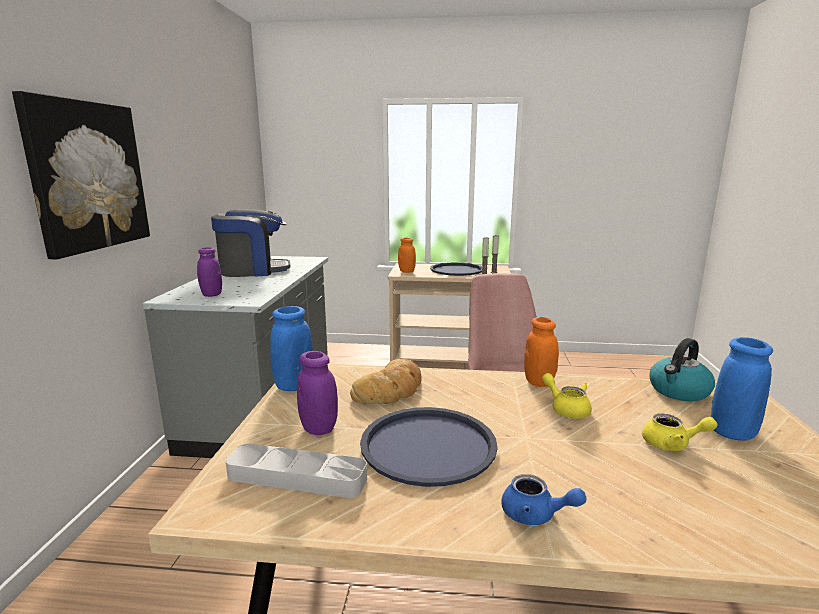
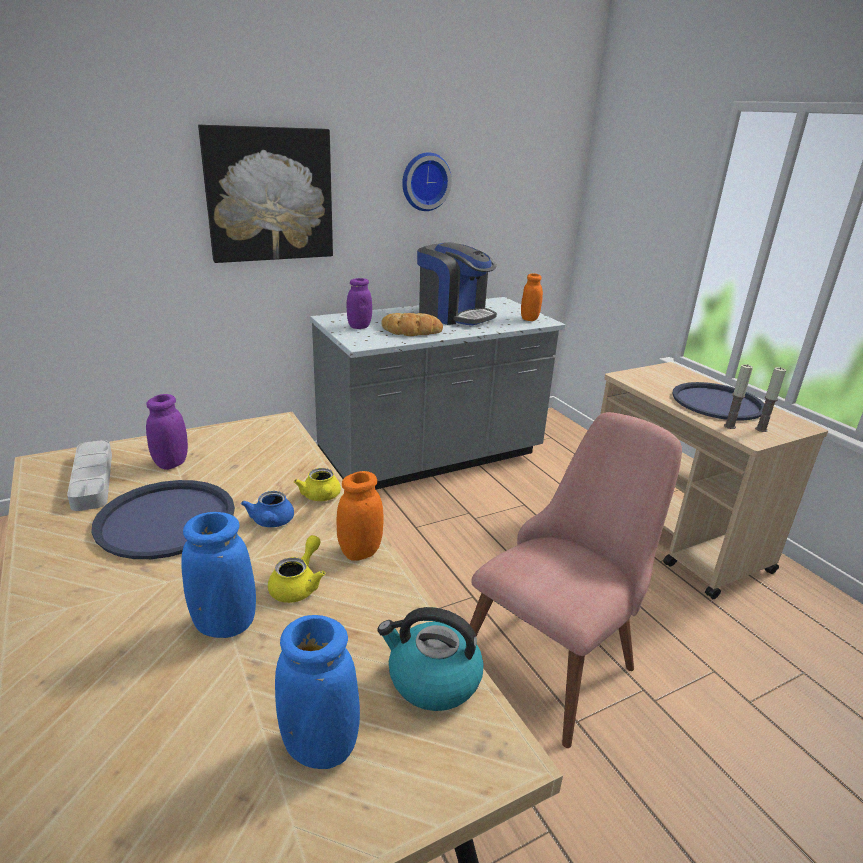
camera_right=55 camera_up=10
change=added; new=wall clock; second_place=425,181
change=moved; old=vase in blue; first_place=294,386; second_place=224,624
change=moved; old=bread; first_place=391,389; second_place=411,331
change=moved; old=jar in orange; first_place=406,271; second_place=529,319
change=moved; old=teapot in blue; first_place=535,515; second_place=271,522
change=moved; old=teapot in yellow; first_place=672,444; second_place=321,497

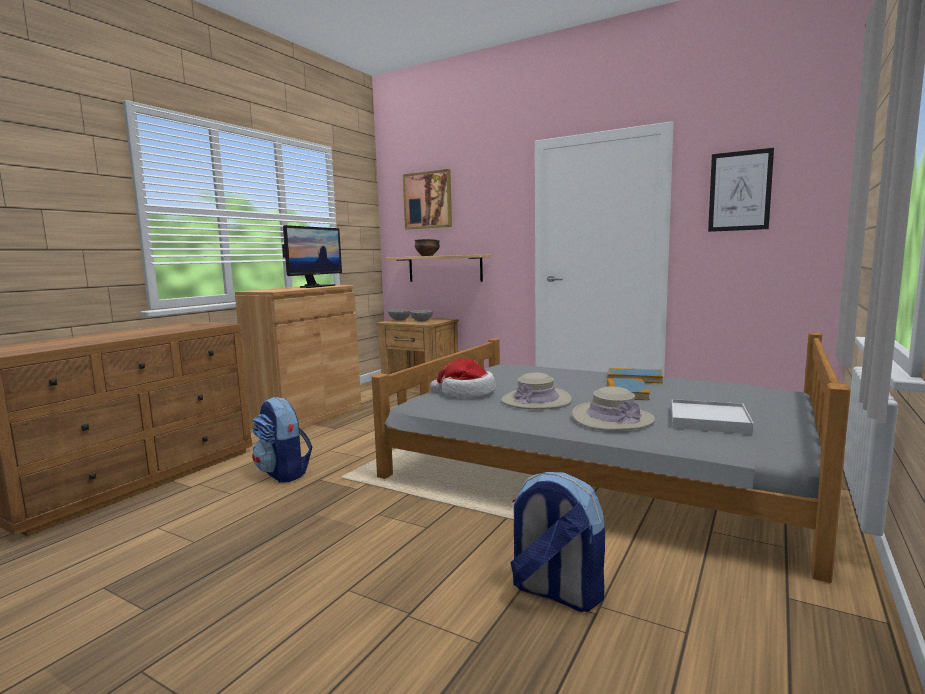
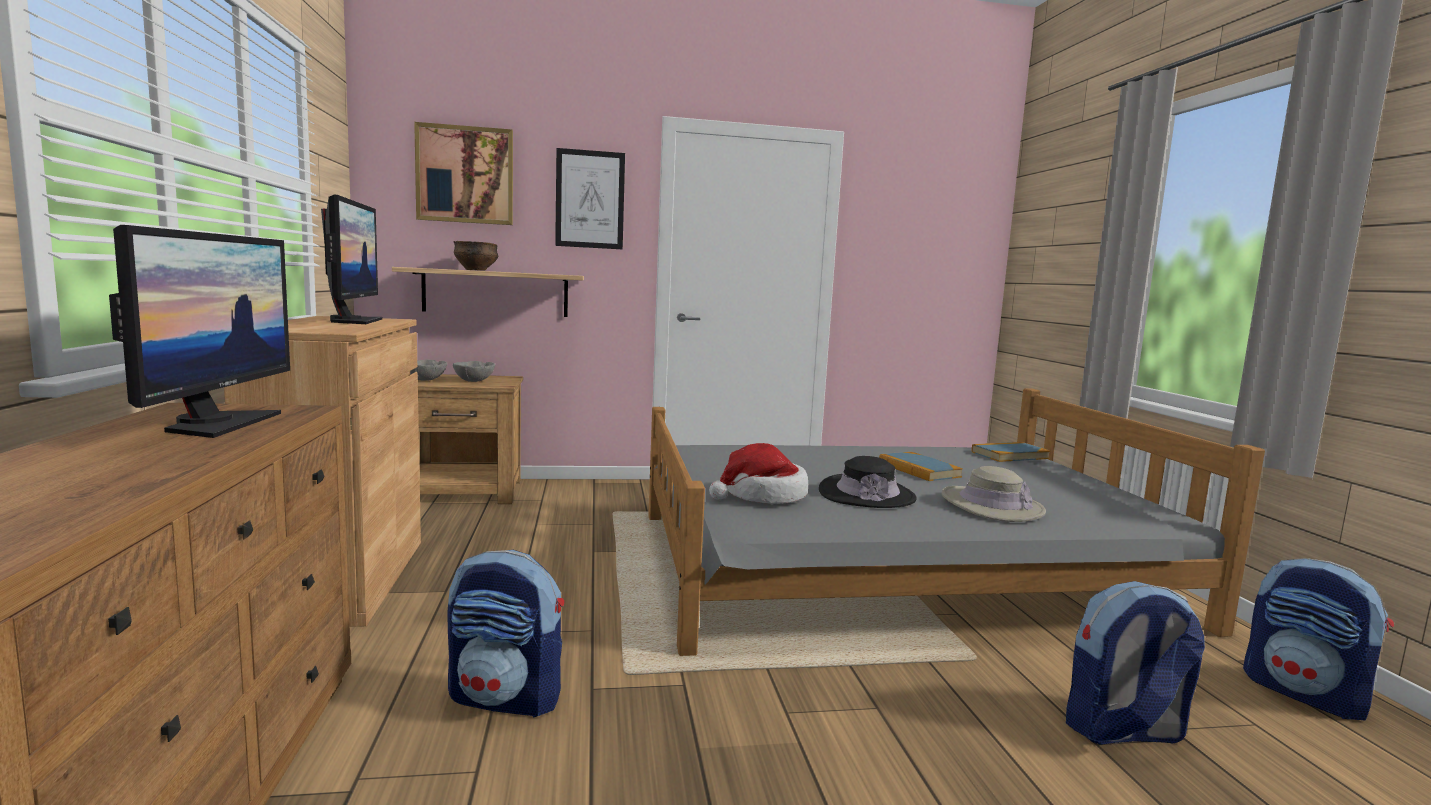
camera_right=-40 camera_up=0
change=removed; old=tray in white; first_place=709,420
change=added; new=monitor; second_place=217,423
change=added; new=backpack; second_place=1306,694
change=moved; old=book; first_place=634,378; second_place=1009,455
change=moved; old=picture; first_place=740,191; second_place=590,199
change=recoloured; old=hat in beige; new=hat in black; first_place=536,400; second_place=866,494

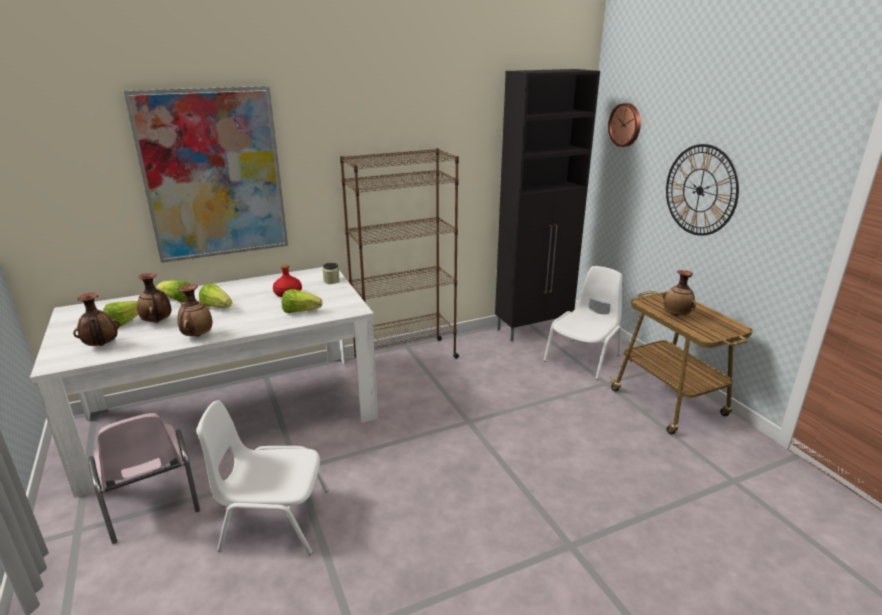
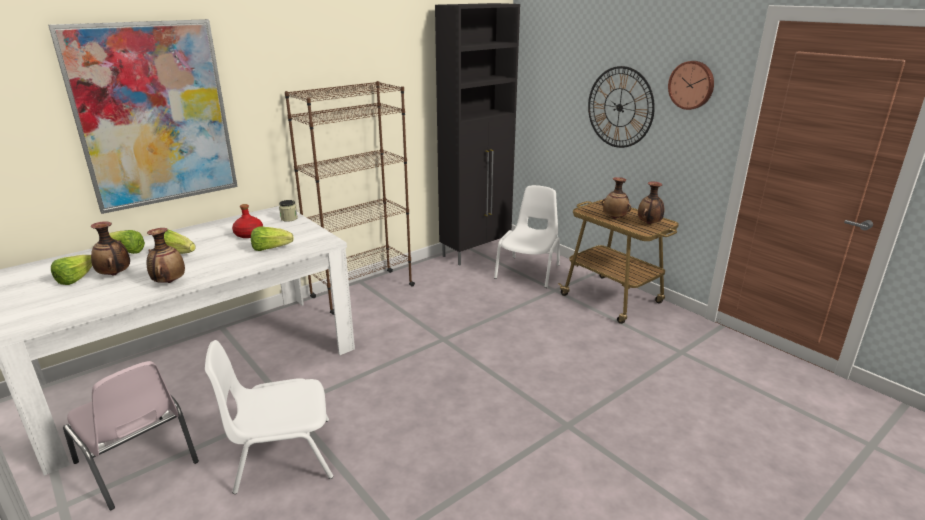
camera_right=-15 camera_up=0
change=moved; old=vase; first_place=101,345; second_place=649,223
change=moved; old=wall clock; first_place=626,125; second_place=692,85

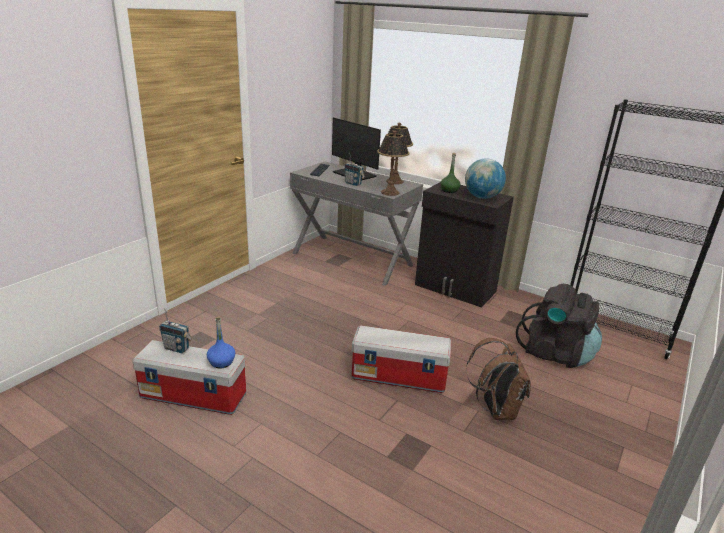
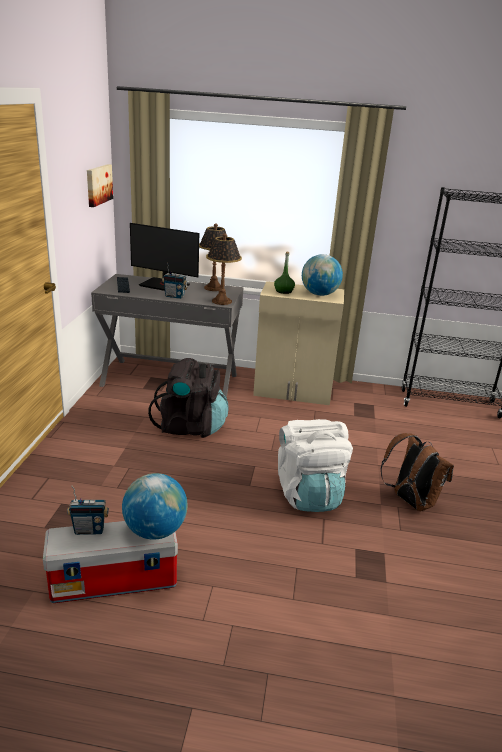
camera_right=-25 camera_up=0
change=added; new=picture; second_place=98,185
change=moved; old=backpack in black; first_place=555,353; second_place=190,426
change=replaced; old=bottle in blue; new=globe; first_place=221,362; second_place=155,530
change=replaced; old=storage box; new=backpack in white; first_place=400,376; second_place=309,494
change=recoloured; old=cabinet in black; new=cabinet in beige; first_place=455,289; second_place=293,391

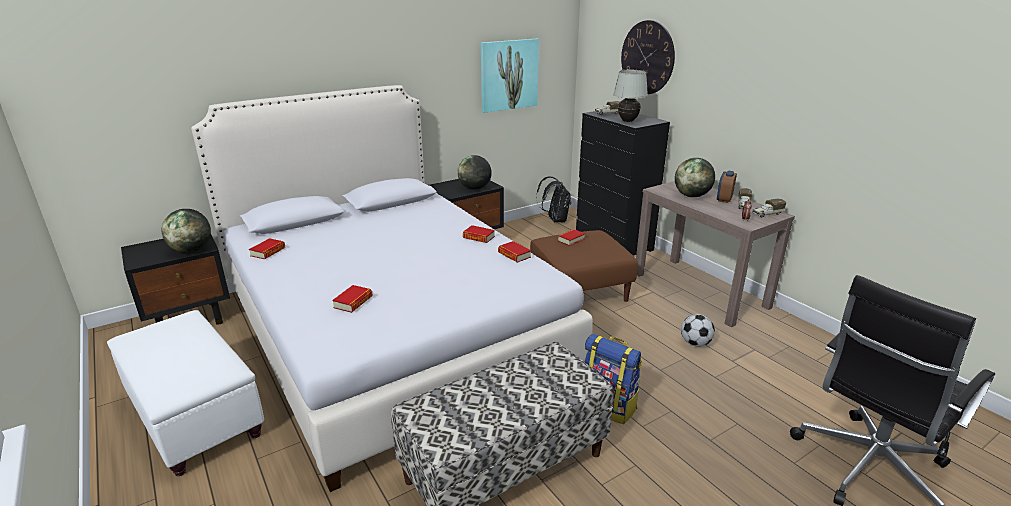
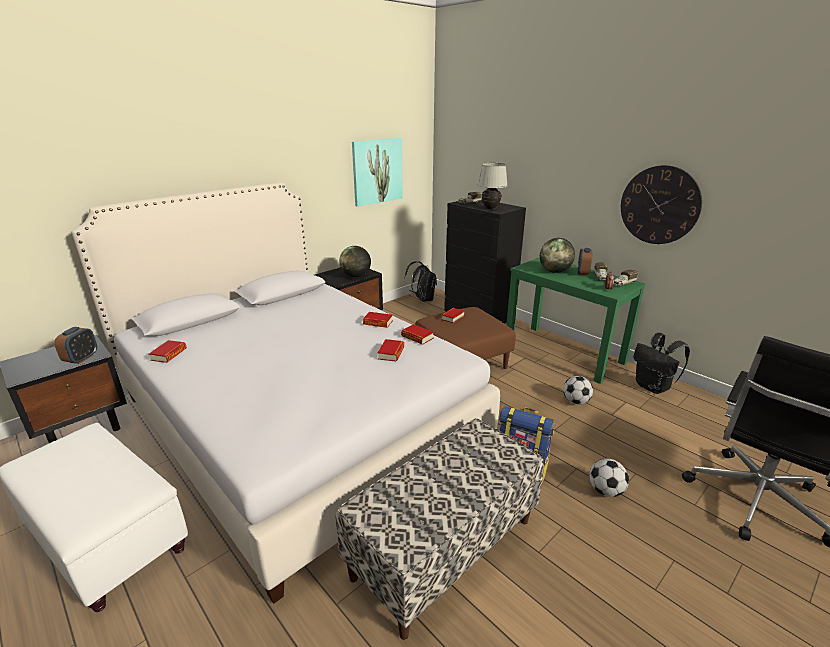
camera_right=-10 camera_up=0
change=added; new=football; second_place=605,491
change=added; new=backpack in black; second_place=653,387
change=moved; old=book; first_place=353,302; second_place=391,353
change=moved; old=wall clock; first_place=647,57; second_place=659,205
change=replaced; old=globe; new=alarm clock; first_place=191,250; second_place=81,359
change=recoloured; old=console table in brown; new=console table in green; first_place=700,290; second_place=563,352

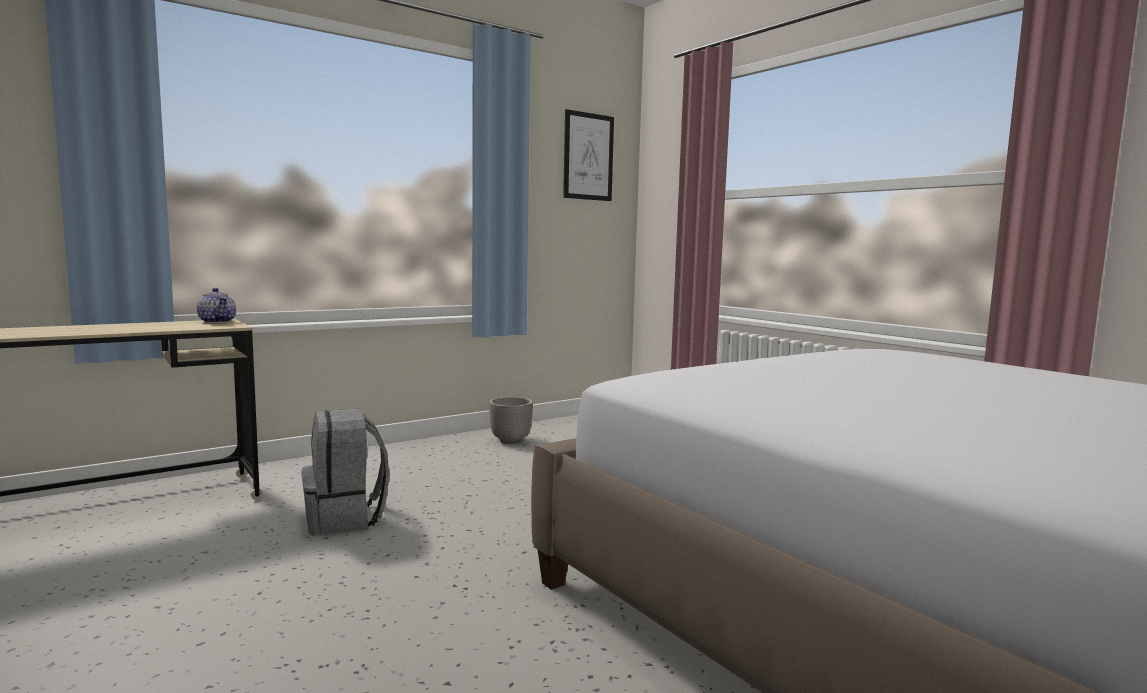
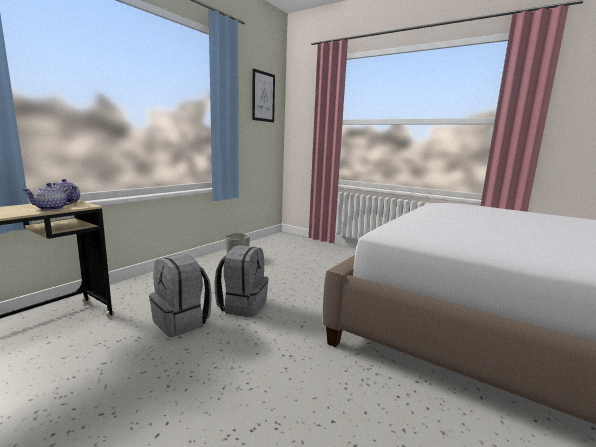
camera_right=-20 camera_up=5
change=added; new=teapot; second_place=52,208
change=added; new=backpack in grey; second_place=242,305

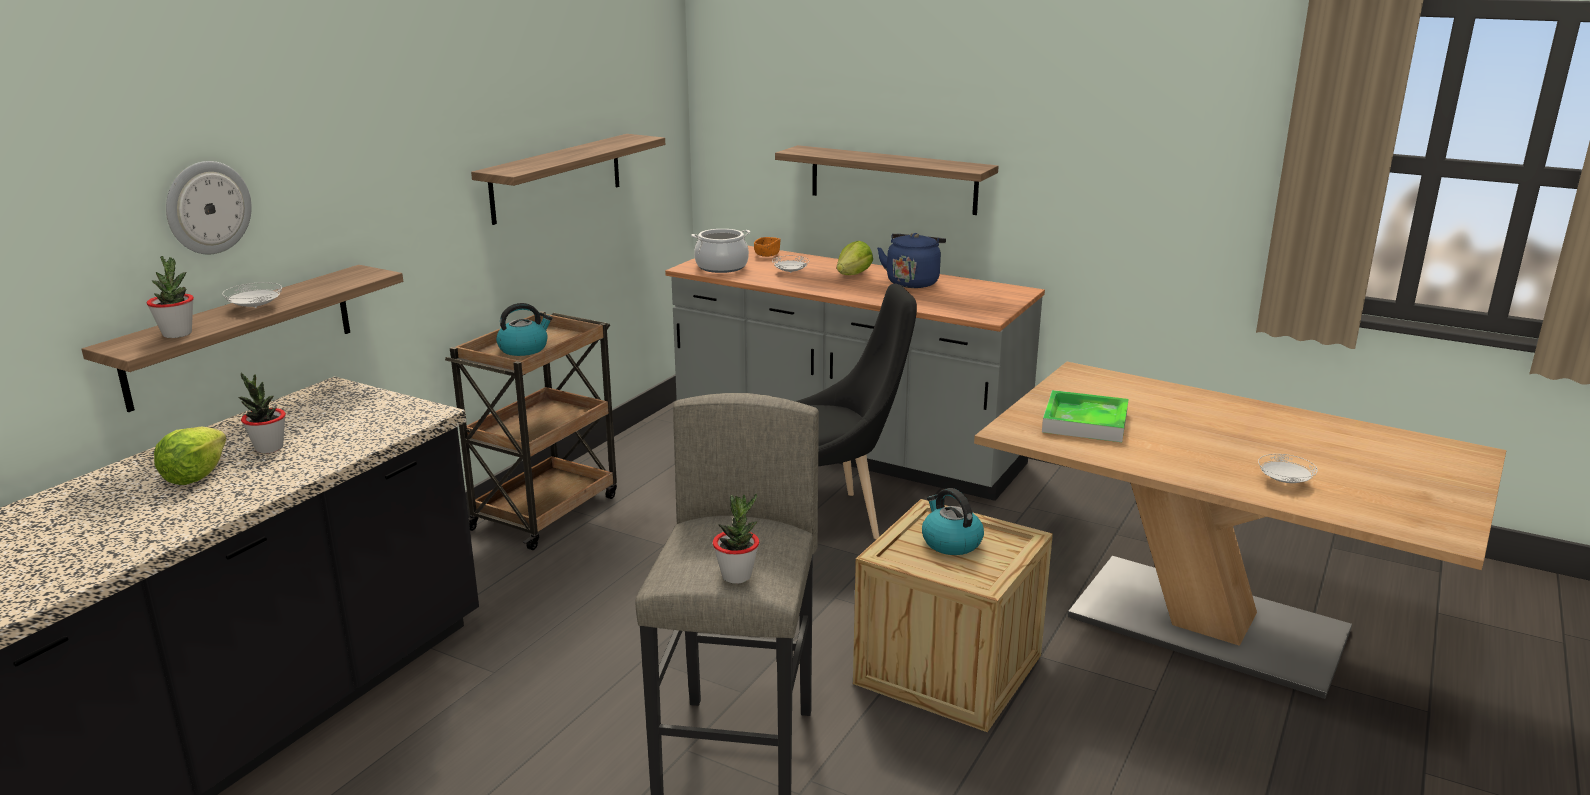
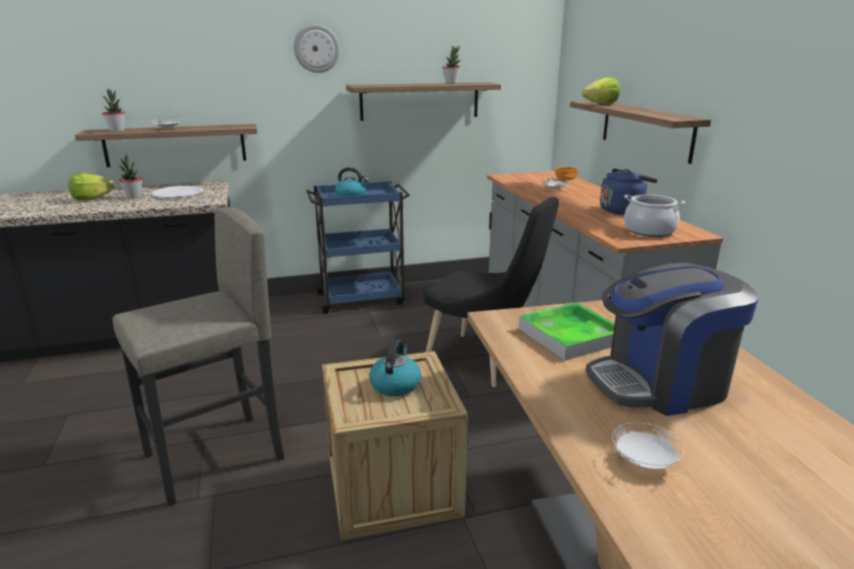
camera_right=45 camera_up=0
change=added; new=plate in white; second_place=178,193
change=added; new=coffee machine; second_place=660,383
change=moved; old=wall clock; first_place=207,207; second_place=316,48
change=moved; old=cooking pot; first_place=722,267; second_place=649,231
change=moved; old=potted plant; first_place=737,576; second_place=451,83
change=moved; old=lettuce; first_place=853,275; second_place=601,104
change=recoloured; old=cart in brown; new=cart in blue; first_place=546,511; second_place=362,299

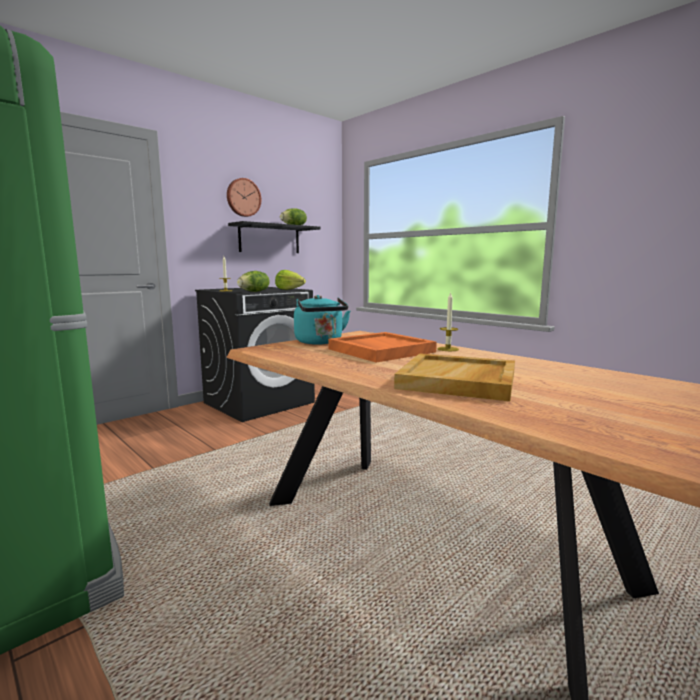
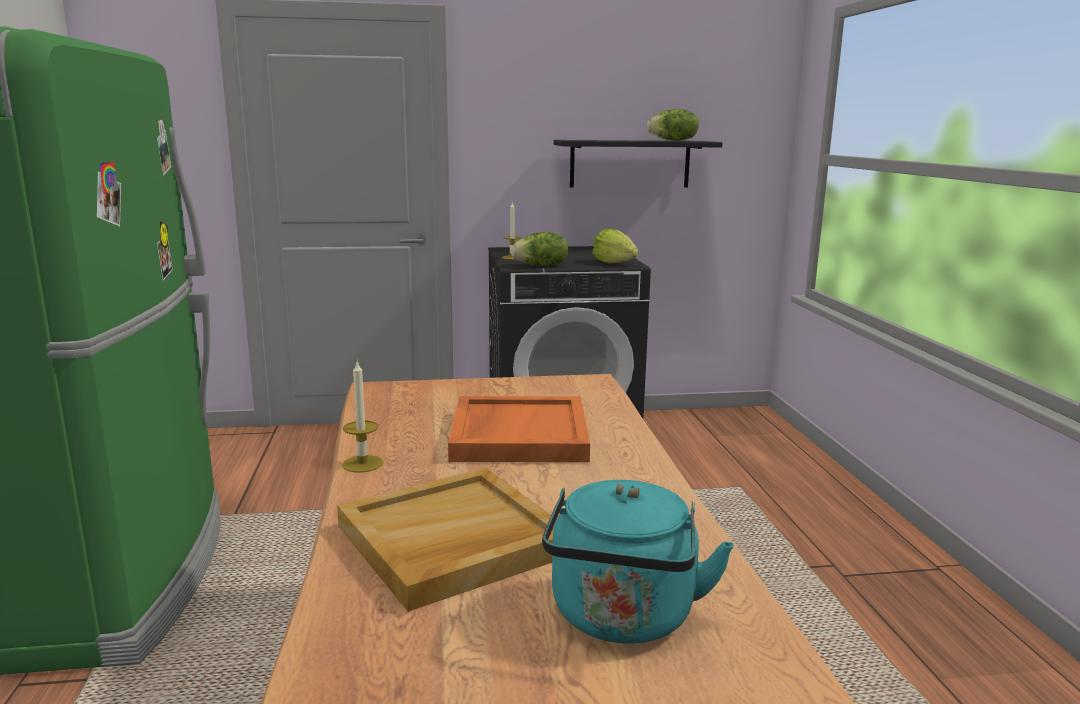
camera_right=35 camera_up=5
change=removed; old=wall clock; first_place=243,197
change=moved; old=kettle in turquoise; first_place=320,342; second_place=623,619
change=moved; old=candle; first_place=448,349; second_place=362,464

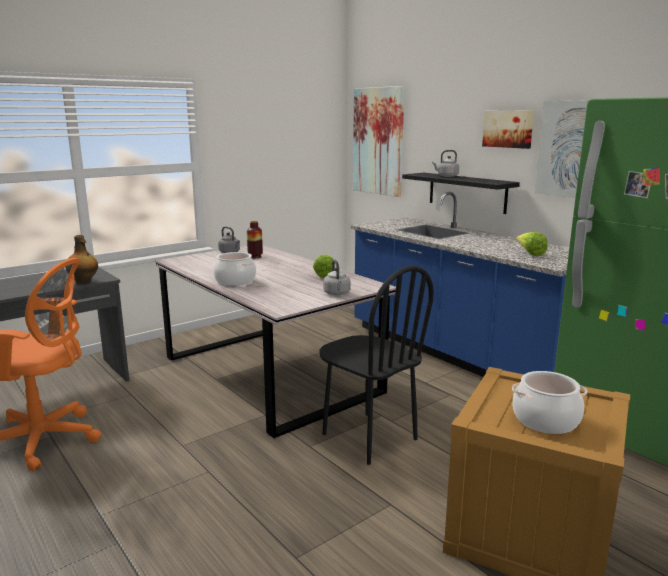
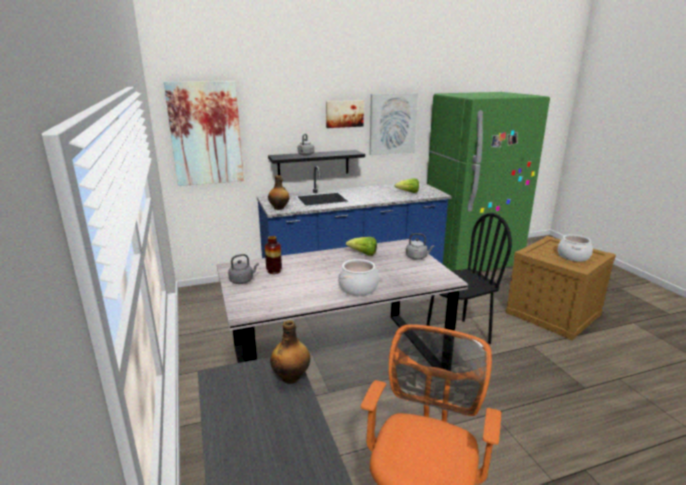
camera_right=-70 camera_up=5
change=added; new=bottle; second_place=279,208

